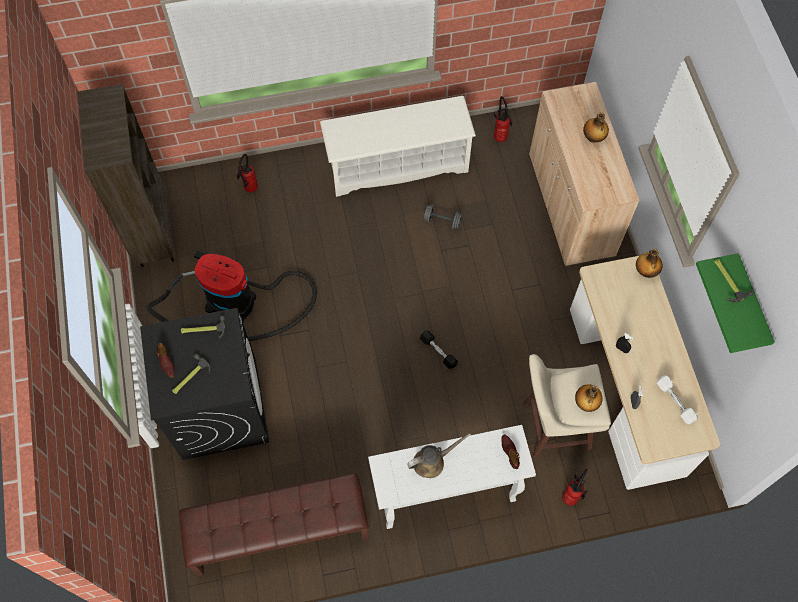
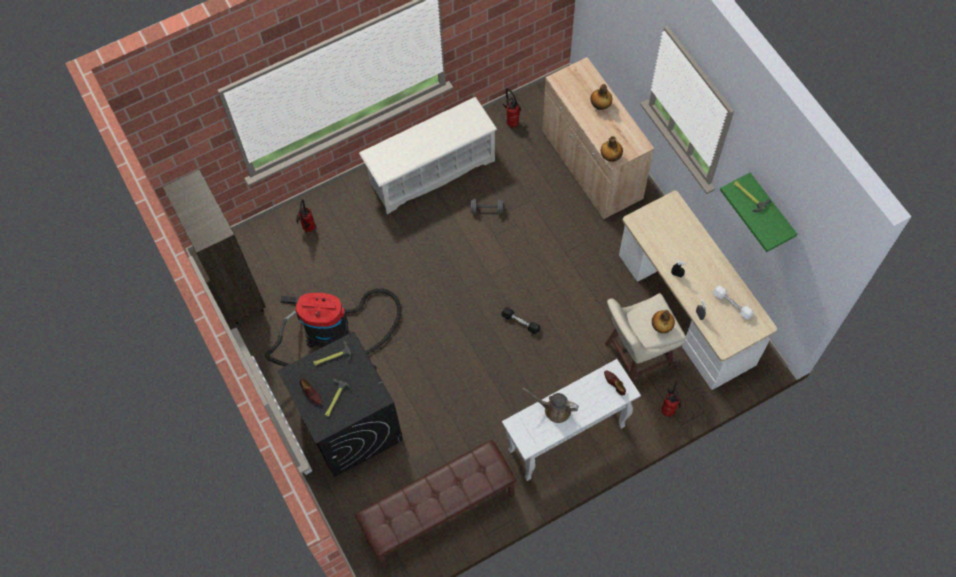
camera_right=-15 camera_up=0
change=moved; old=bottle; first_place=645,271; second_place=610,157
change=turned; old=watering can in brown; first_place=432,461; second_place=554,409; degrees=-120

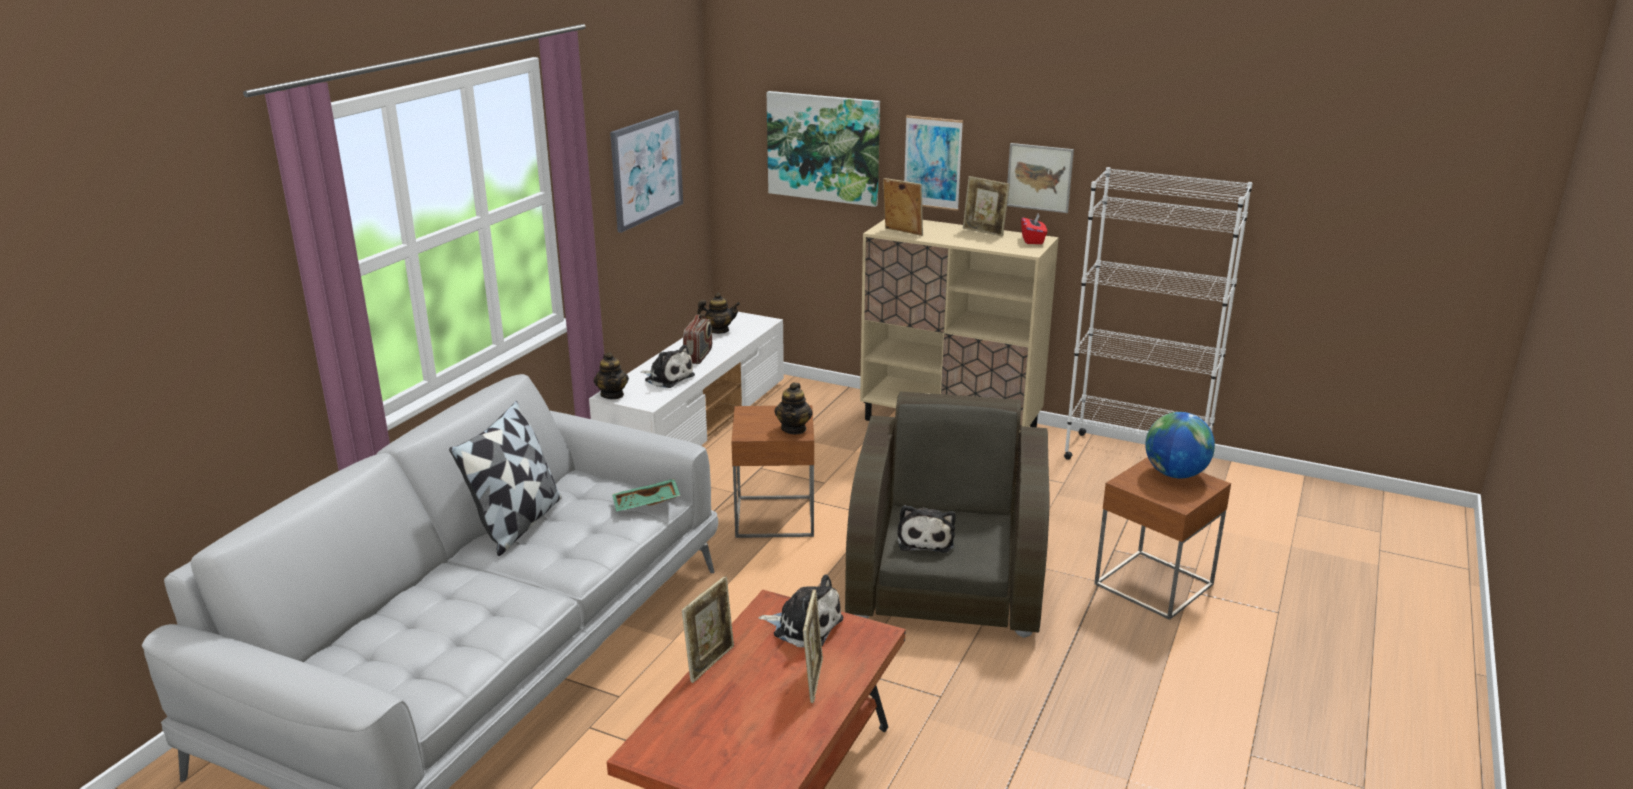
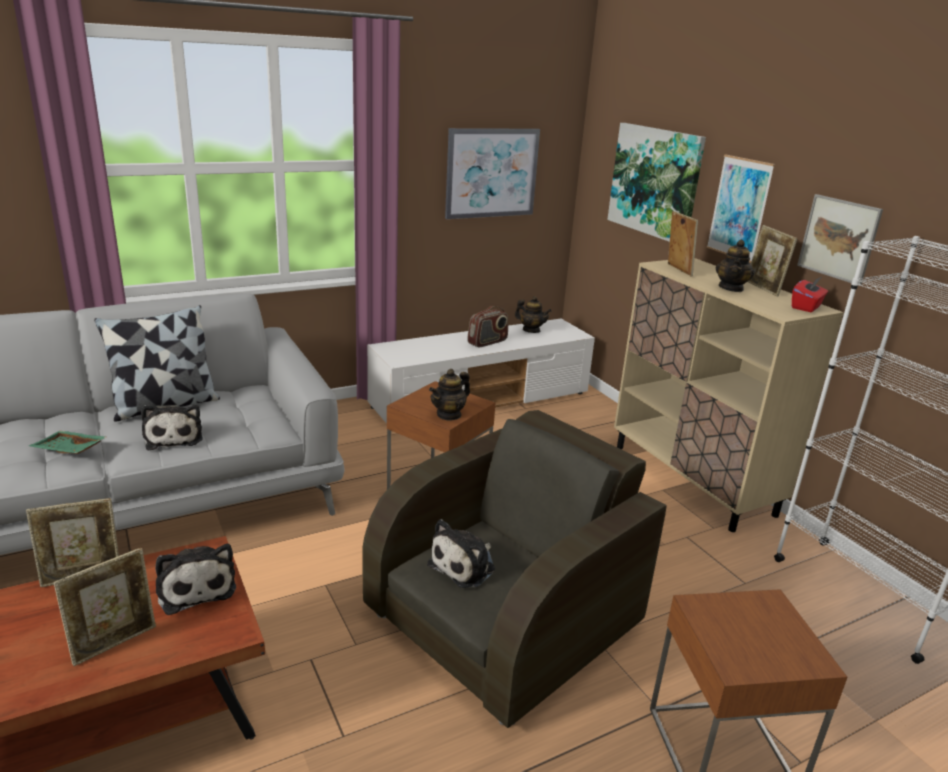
camera_right=35 camera_up=0
change=removed; old=globe; first_place=1175,474
change=moved; old=teapot; first_place=612,395; second_place=731,288
change=moved; old=tray in green; first_place=646,504; second_place=68,450
change=moved; old=plush toy; first_place=667,378; second_place=174,437

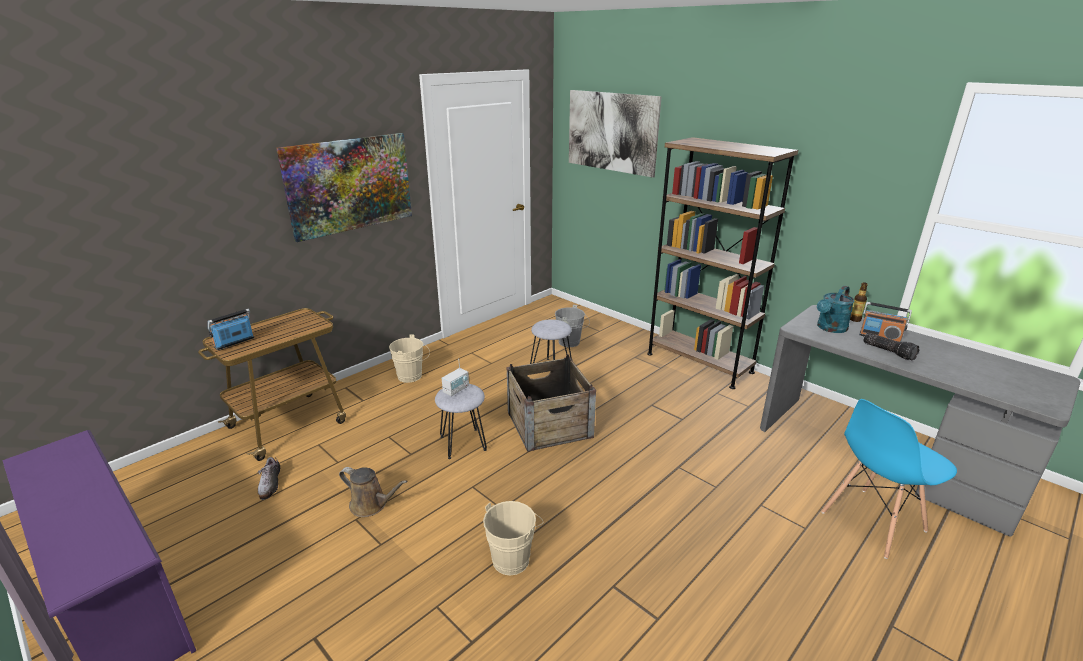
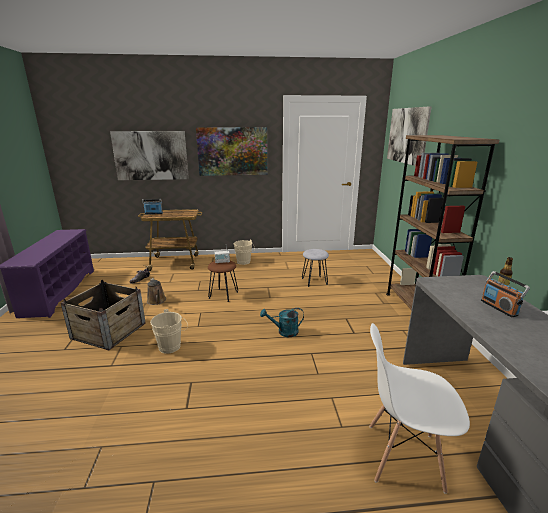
camera_right=40 camera_up=-5
change=removed; old=bucket in grey; first_place=571,342
change=removed; old=flashlight; first_place=889,351
change=added; new=picture; second_place=150,155
change=moved; old=crate; first_place=549,424; second_place=109,330
change=moved; old=watering can in turquoise; first_place=830,328; second_place=284,332
change=recoloured; old=stool in grey; new=stool in brown; first_place=463,443; second_place=223,295
change=recoloured; old=chair in blue; new=chair in white; first_place=872,522; second_place=403,456

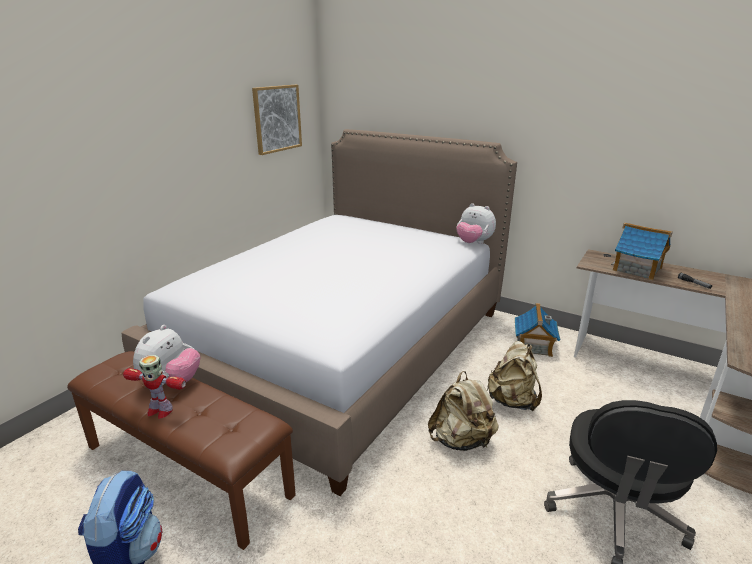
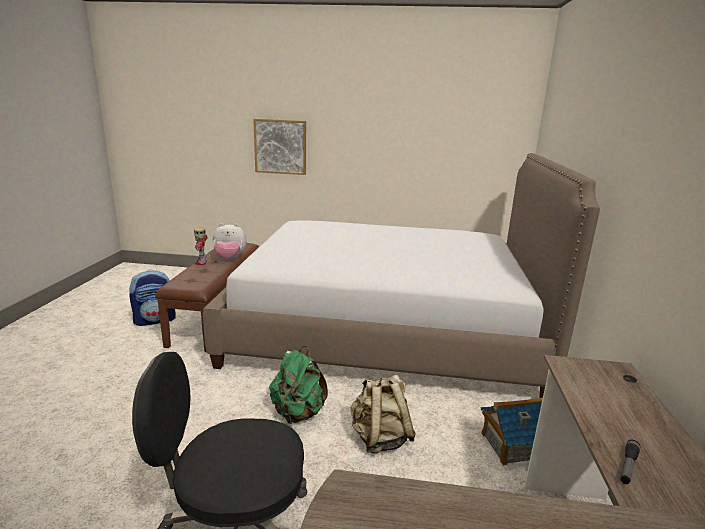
camera_right=65 camera_up=-5
change=removed; old=plush toy; first_place=473,243
change=removed; old=toy house; first_place=637,269
change=moved; old=picture; first_place=277,118; second_place=280,146
change=recoloured; old=backpack in beige; new=backpack in green; first_place=461,440; second_place=298,413

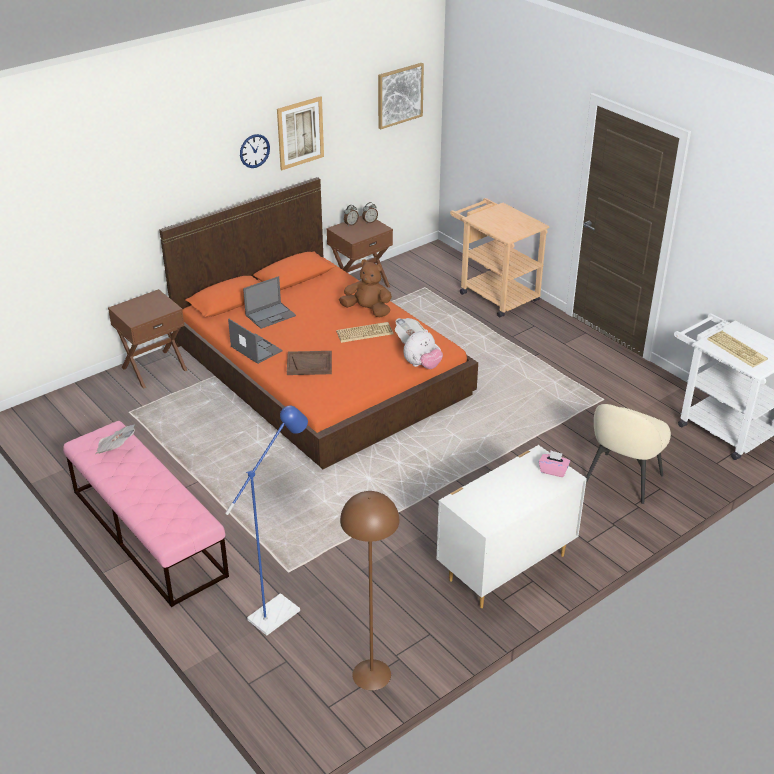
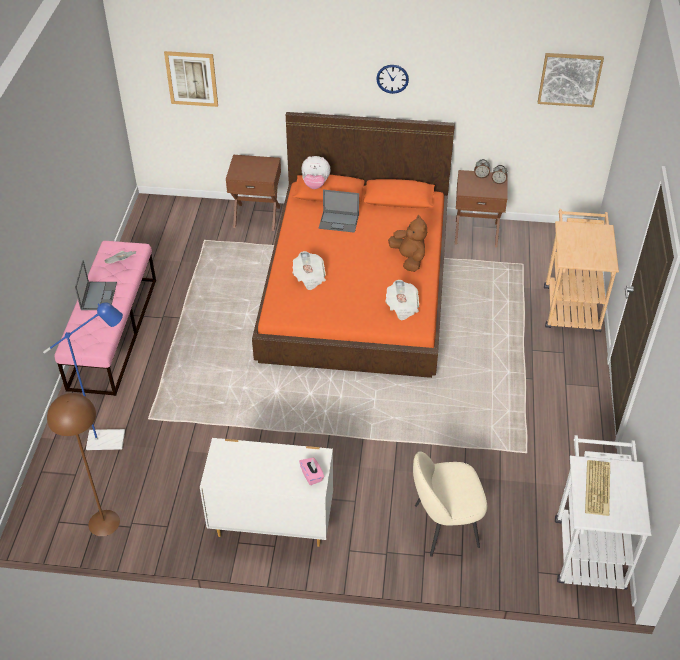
camera_right=45 camera_up=10
change=removed; old=keyboard; first_place=365,332
change=moved; old=laptop; first_place=255,348; second_place=98,295
change=moved; old=picture; first_place=300,133; second_place=191,78
change=moved; old=plush toy; first_place=422,366; second_place=315,184
change=replaced; old=tray in brown; new=newspaper; first_place=309,364; second_place=309,277

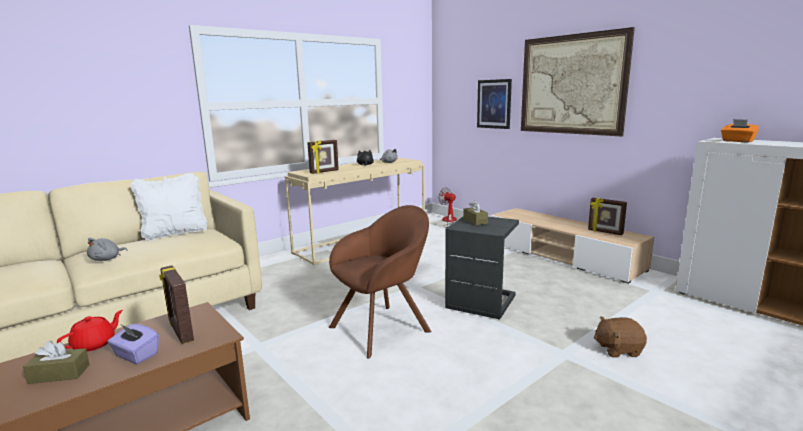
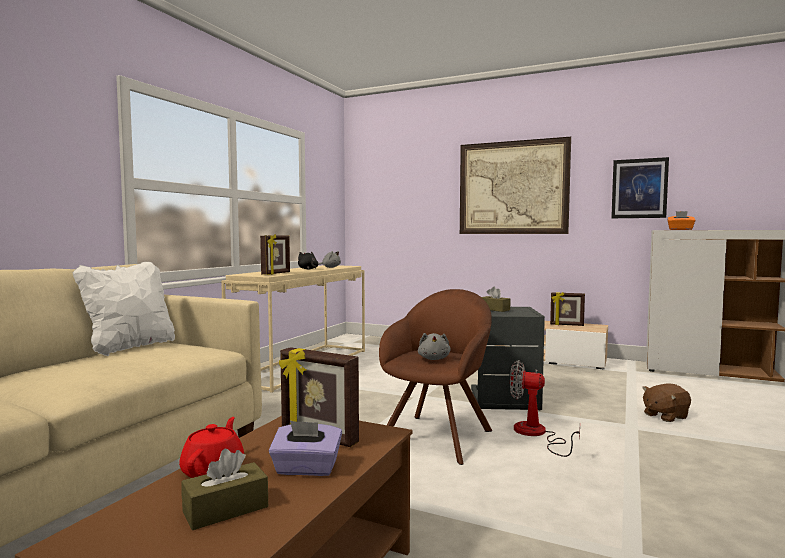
camera_right=-25 camera_up=-10
change=moved; old=plush toy in grey; first_place=107,259; second_place=434,359
change=moved; old=fan; first_place=449,221; second_place=536,434
change=moved; old=picture; first_place=494,104; second_place=639,188

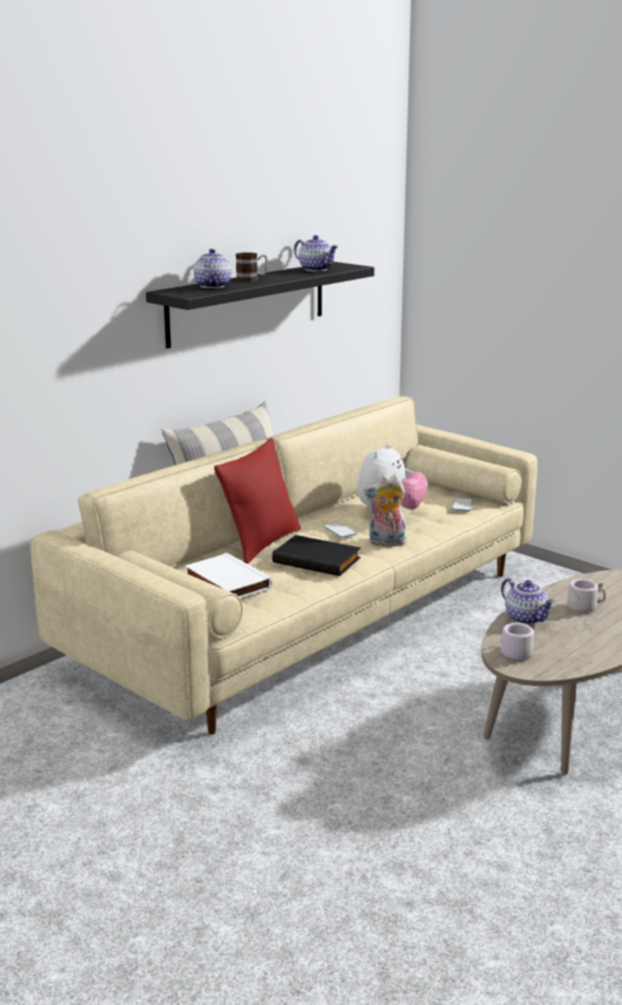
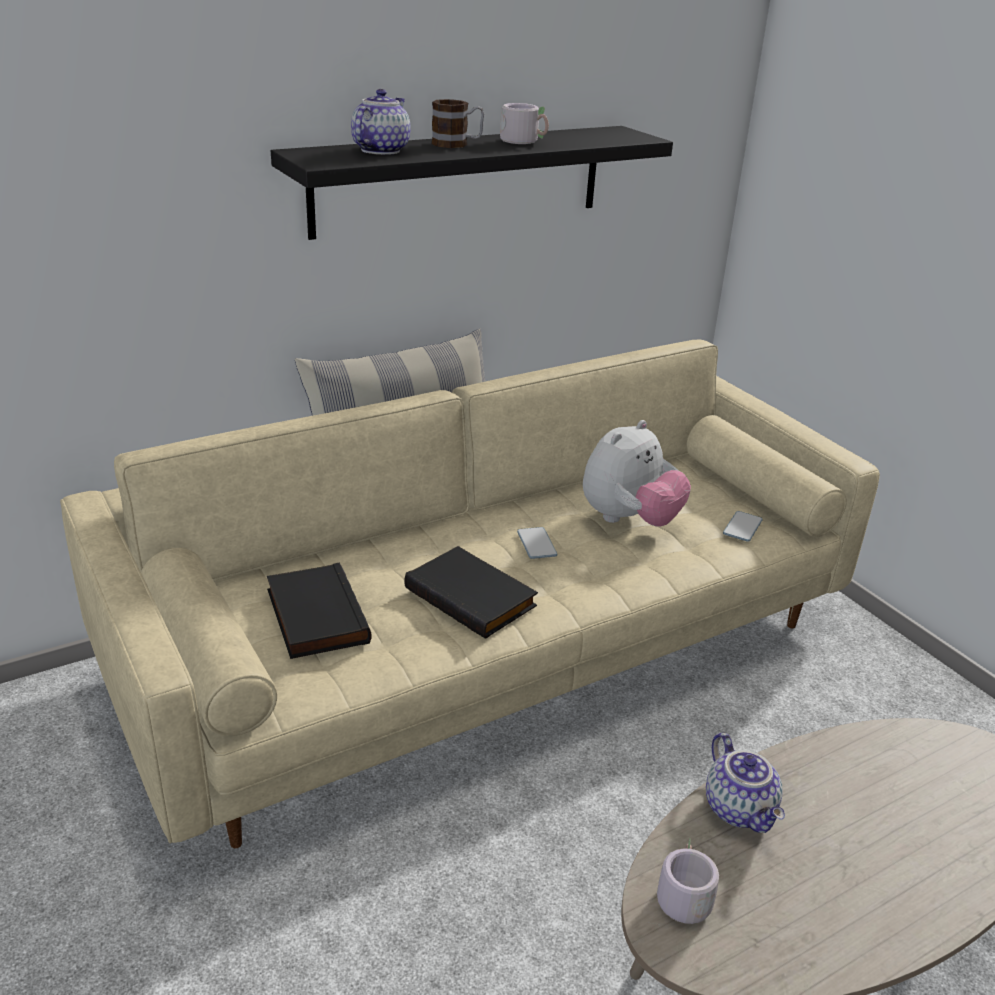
camera_right=15 camera_up=10
change=removed; old=pillow in red; first_place=262,543
change=removed; old=teapot; first_place=316,269
change=removed; old=plush toy; first_place=386,543
change=moved; old=mug in grey; first_place=585,606; second_place=524,142
change=recoloured; old=book in white; new=book in black; first_place=225,583; second_place=314,616

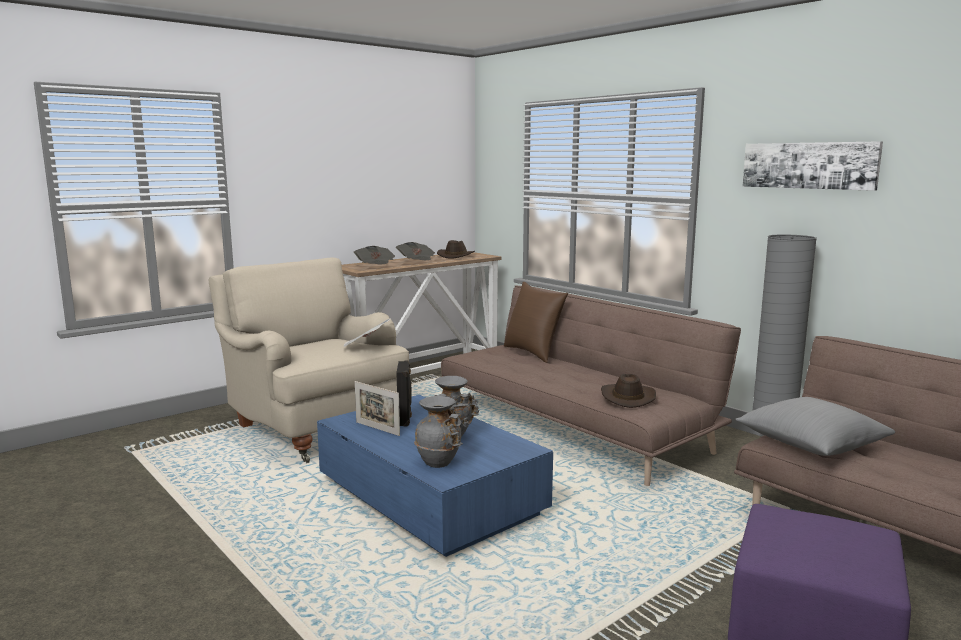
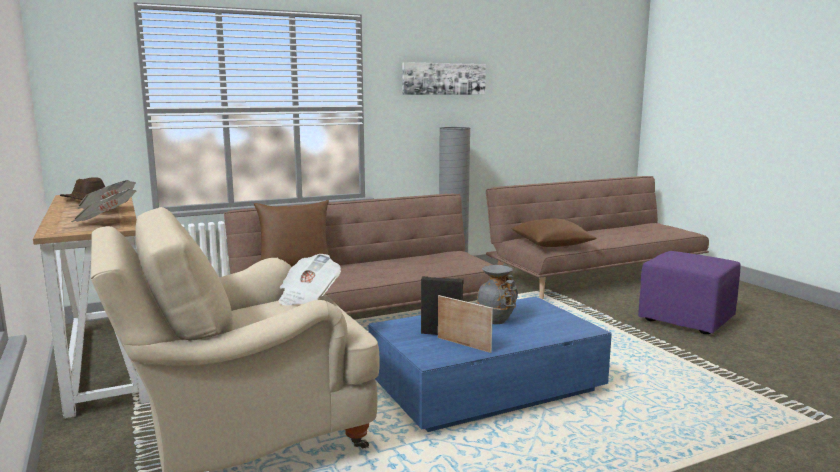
camera_right=-75 camera_up=0
change=removed; old=vase in grey; first_place=440,462
change=removed; old=hat in brown; first_place=627,397
change=recoloured; old=pillow in grey; new=pillow in brown; first_place=811,444; second_place=551,245
change=turned; old=picture frame; first_place=377,429; second_place=463,345; degrees=-105

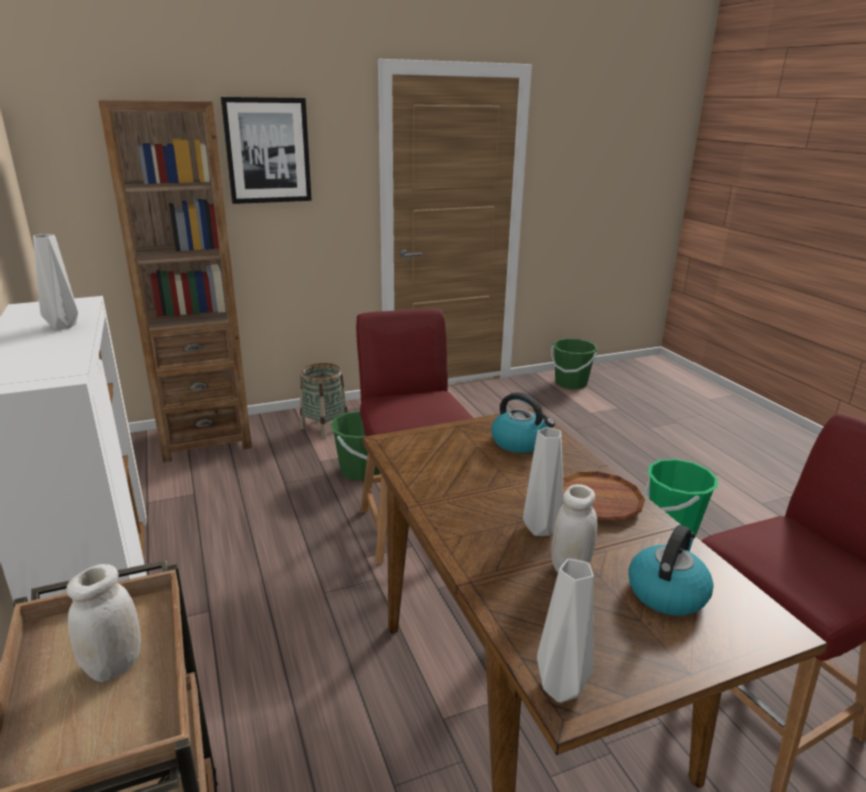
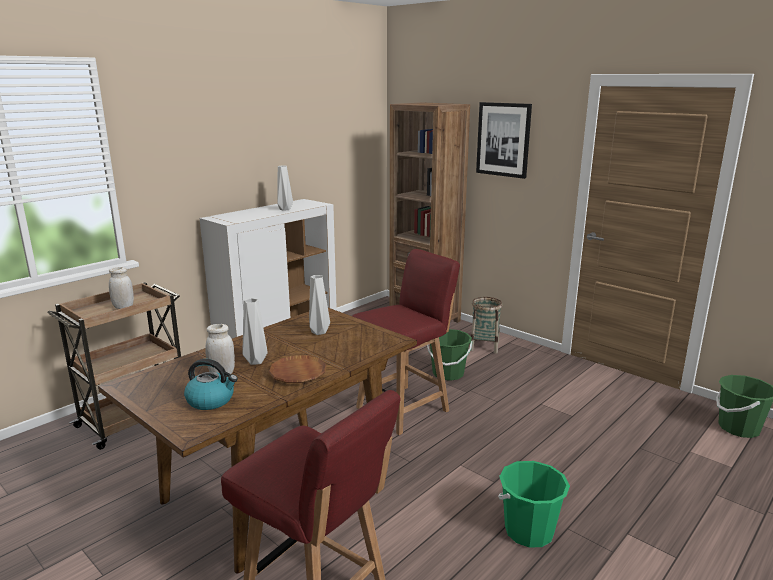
camera_right=65 camera_up=-5
change=removed; old=kettle; first_place=519,442
change=moved; old=vase in grey; first_place=563,688; second_place=319,332

